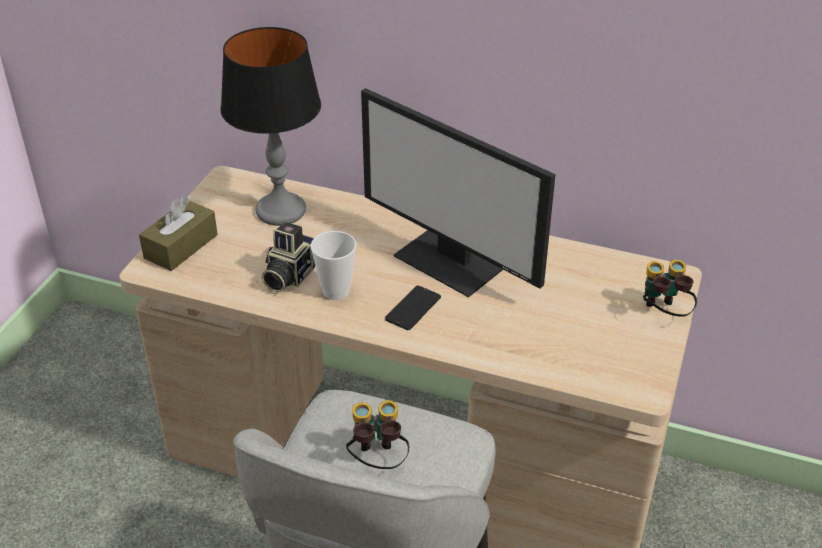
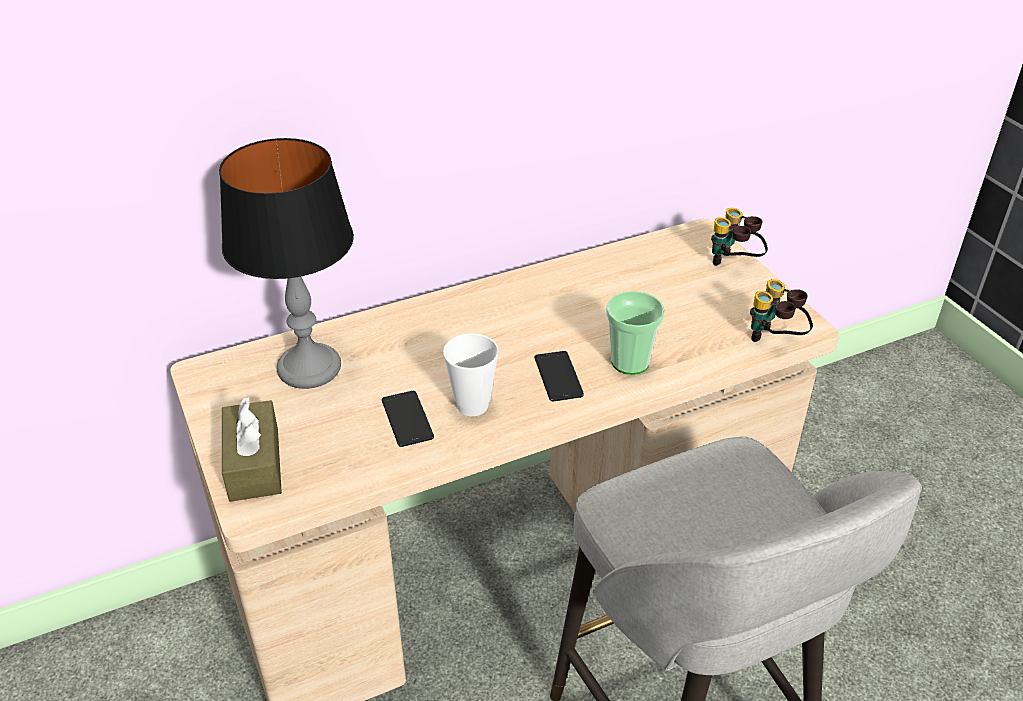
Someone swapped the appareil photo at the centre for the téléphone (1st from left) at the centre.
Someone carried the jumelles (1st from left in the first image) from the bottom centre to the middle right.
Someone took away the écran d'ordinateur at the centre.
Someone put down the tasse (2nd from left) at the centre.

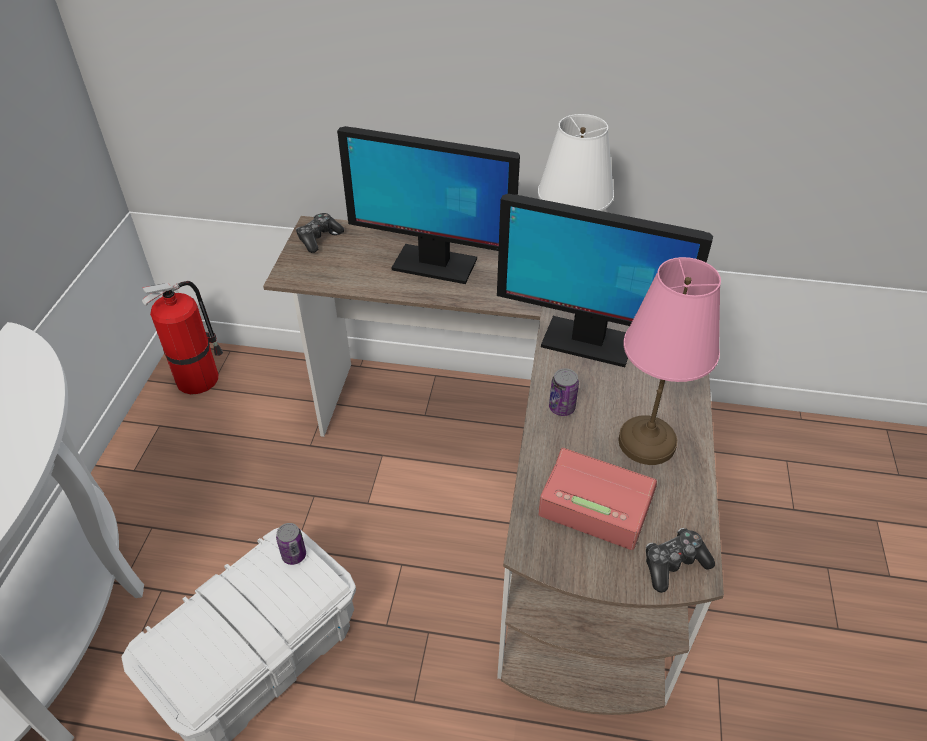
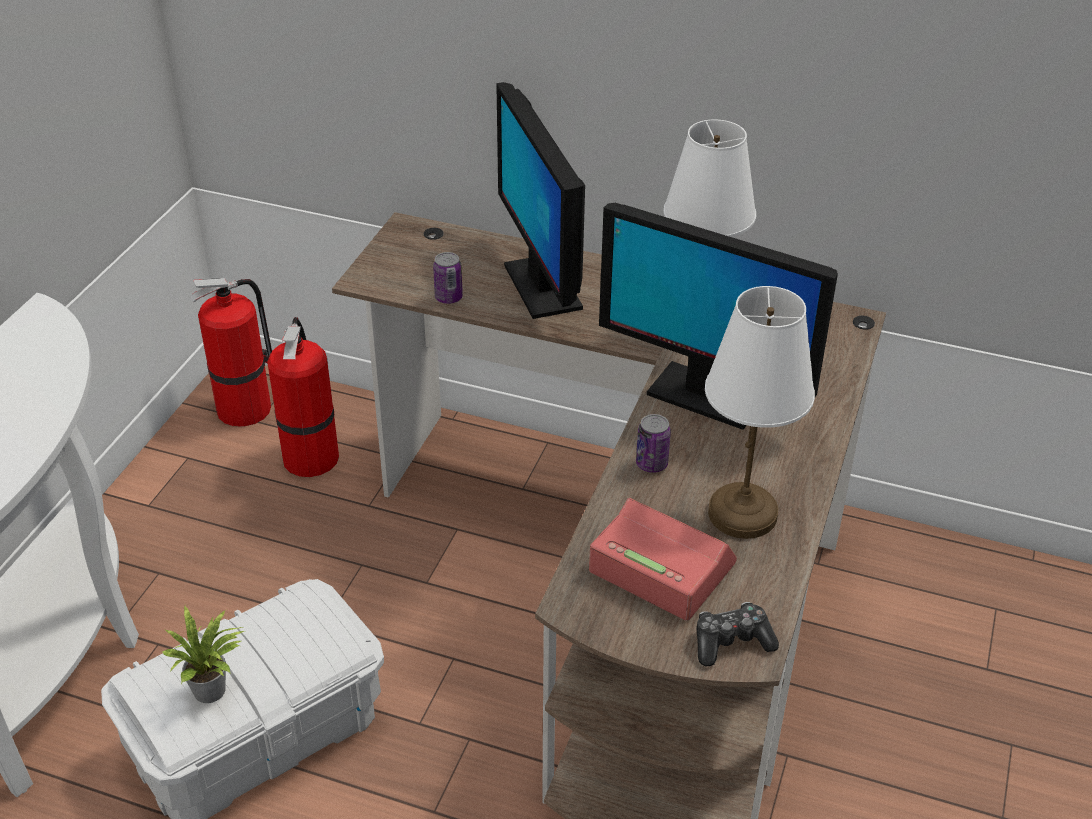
Someone carried the boîte métallique (1st from left) from the bottom left to the centre.
Someone took away the manette (1st from left) at the top centre.
Someone rotated the écran d'ordinateur (1st from left) at the top centre by 45 degrees clockwise.
Someone repainted the lampe de table [rose] at the middle right, which became the lampe de table [blanc] (2nd from left) at the middle right.
Someone put down the plante en pot at the bottom left.
Someone put down the extincteur (2nd from left) at the middle left.

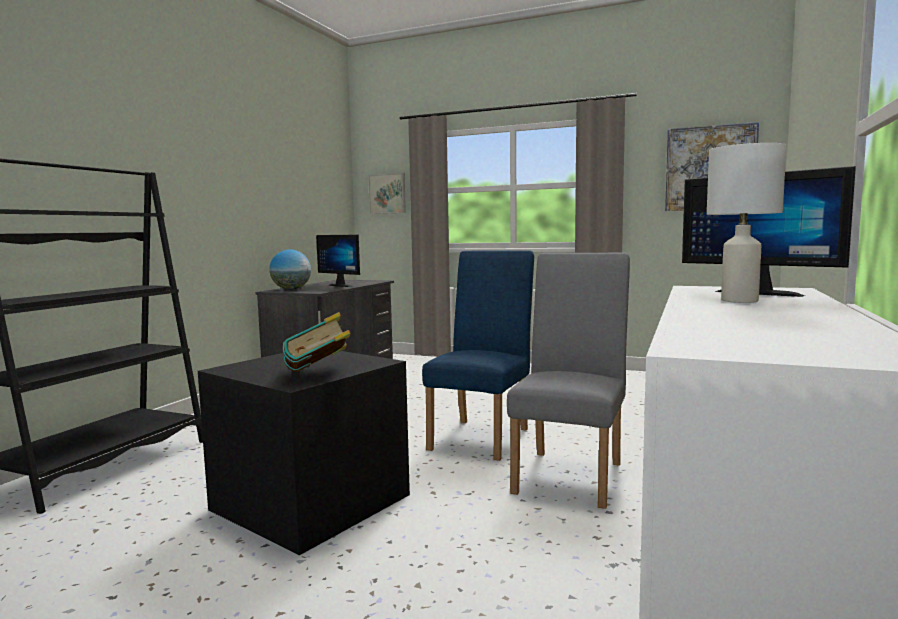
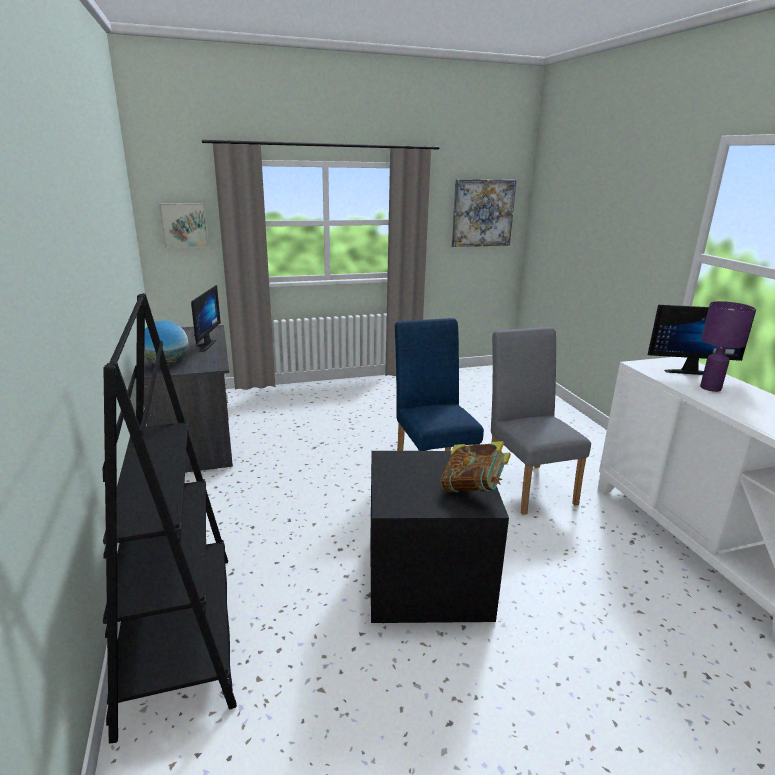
Someone rotated the écran d'ordinateur (1st from left) at the centre by 90 degrees counterclockwise.
Someone repainted the lampe de table [blanc] at the middle right, which became the lampe de table [violet] at the middle right.

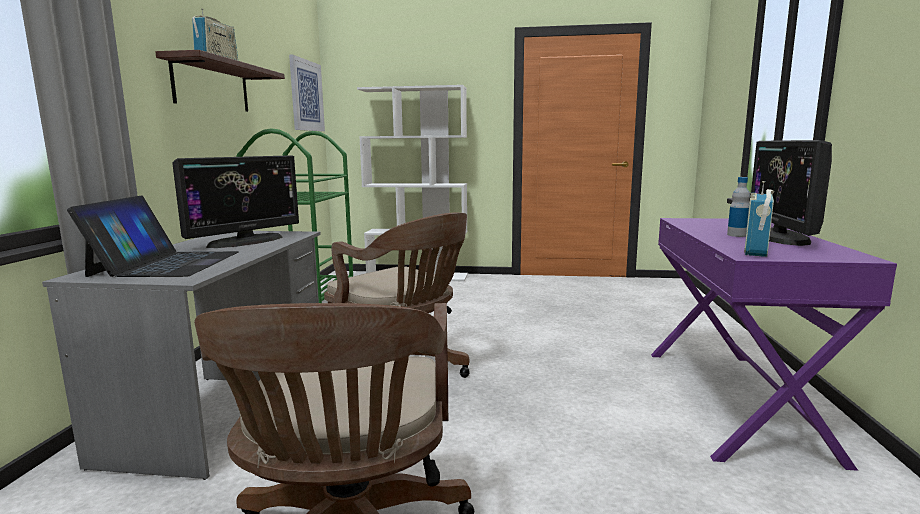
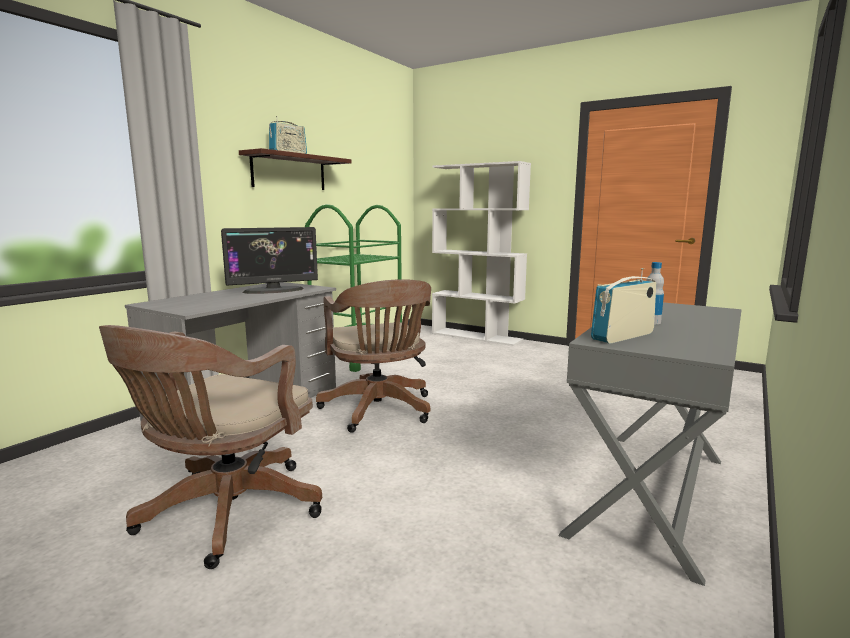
Someone took away the ordinateur portable at the middle left.
Someone took away the tableau at the top centre.
Someone repainted the bureau [violet] at the bottom right, which became the bureau [gris] (2nd from left) at the bottom right.
Someone took away the écran d'ordinateur (2nd from left) at the middle right.

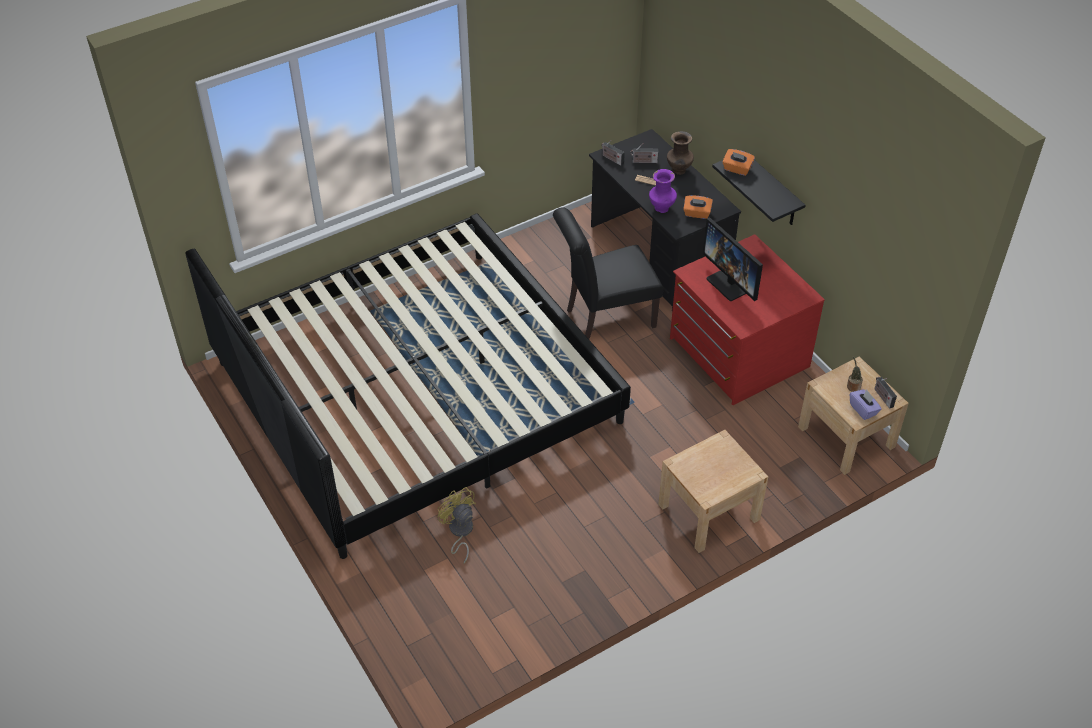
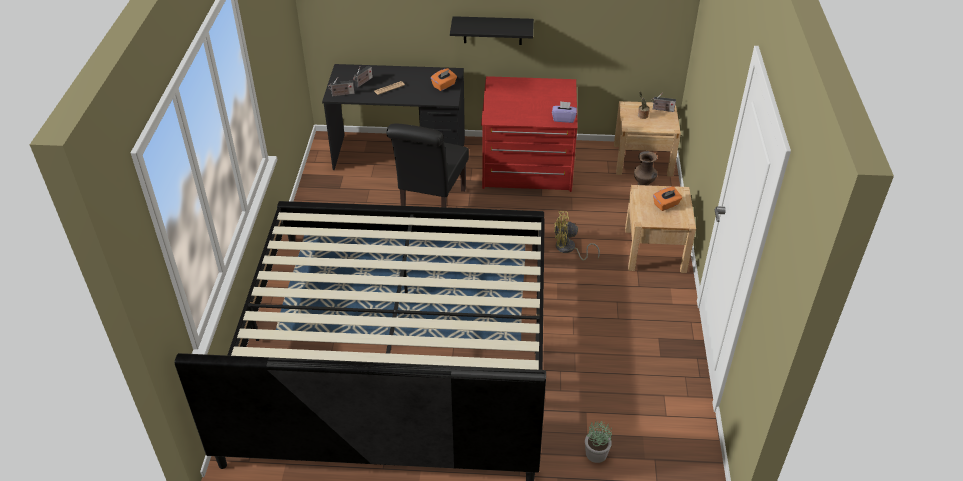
Someone carried the ventilateur [jaune] from the bottom centre to the centre.
Someone took away the vase [violet] at the top centre.
Someone carried the vase [marron] from the top centre to the middle right.
Someone took away the écran d'ordinateur at the middle right.
Someone carried the boîte à mouchoirs [orange] (2nd from left) from the top right to the middle right.
Someone carried the boîte à mouchoirs [violet] from the middle right to the top centre.
Someone put down the plante en pot (1st from left) at the bottom centre.

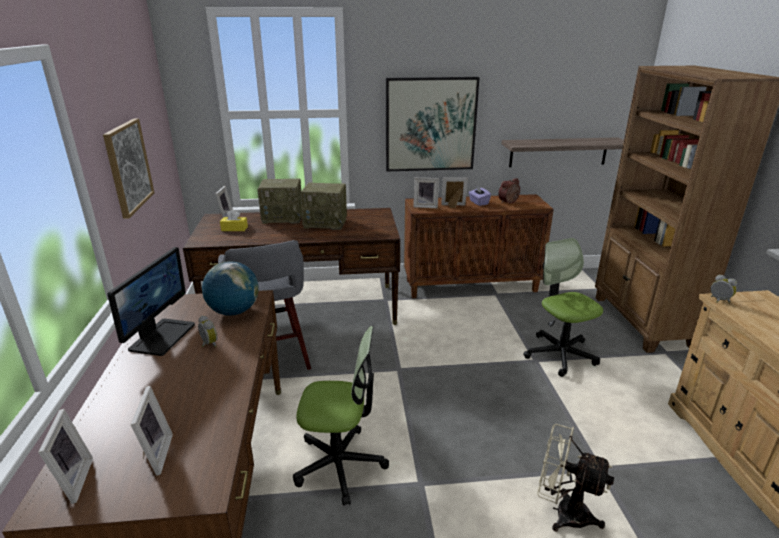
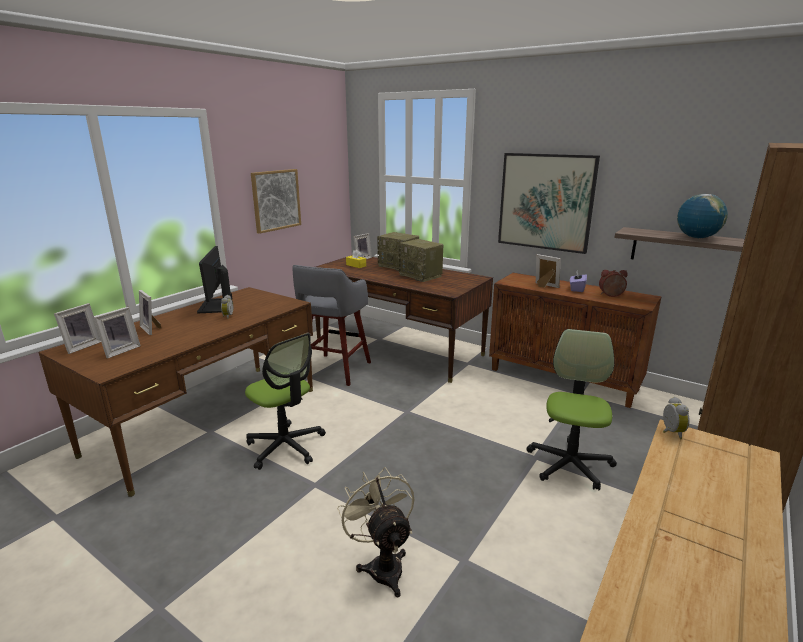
Someone rotated the écran d'ordinateur at the middle left by 120 degrees clockwise.
Someone carried the globe from the middle left to the middle right.
Someone carried the cadre photo (4th from left in the first image) from the centre to the middle left.

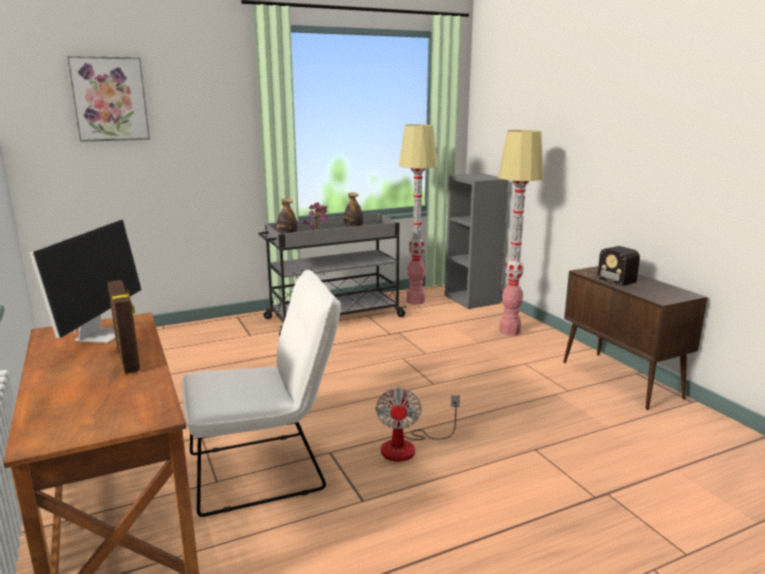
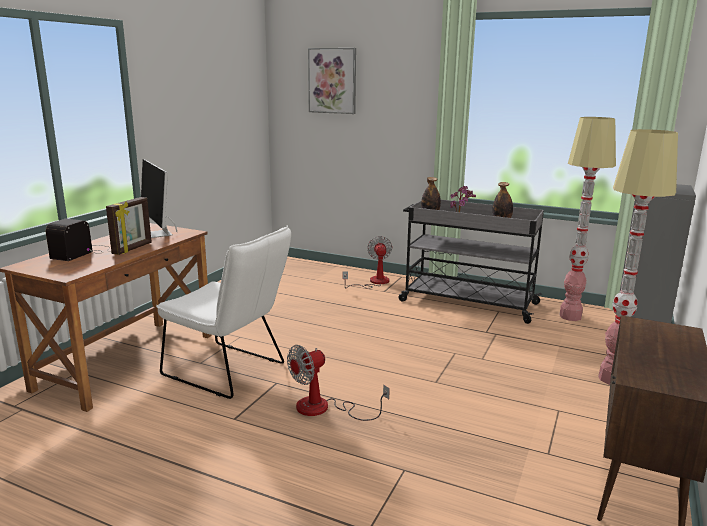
Someone rotated the écran d'ordinateur at the middle left by 90 degrees clockwise.
Someone carried the radio from the middle right to the middle left.
Someone put down the ventilateur (2nd from left) at the centre.

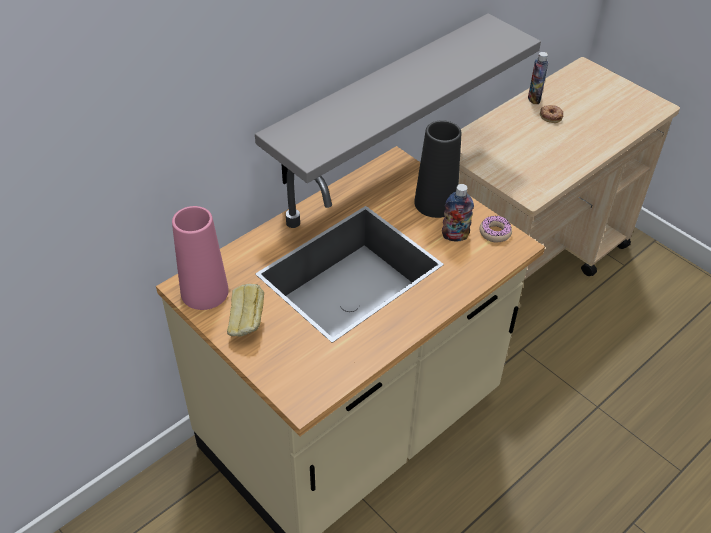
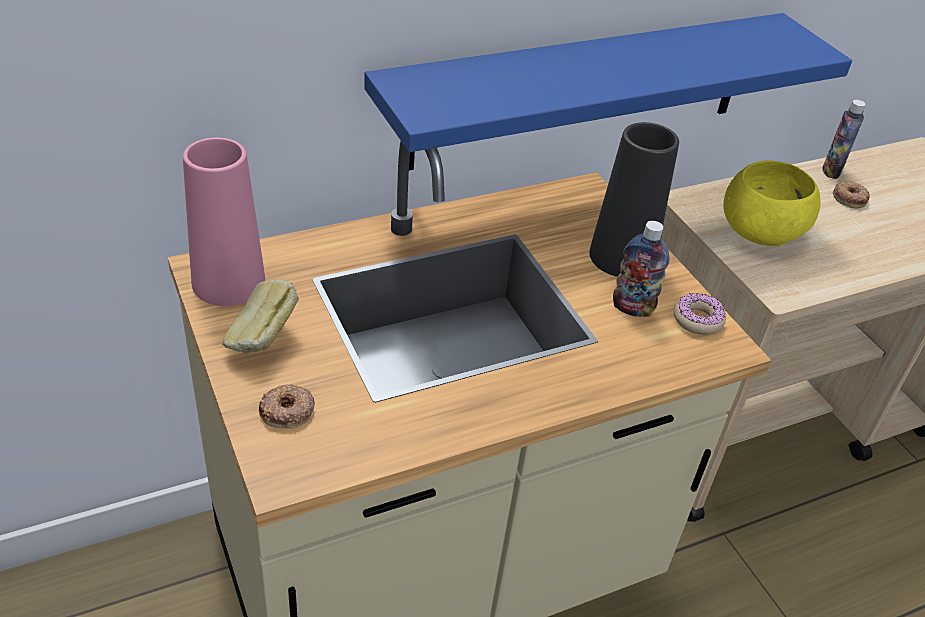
Someone repainted the étagère [gris] at the top centre, which became the étagère [bleu] at the top centre.
Someone put down the beignet (1st from left) at the middle left.
Someone put down the bol [jaune] at the top right.

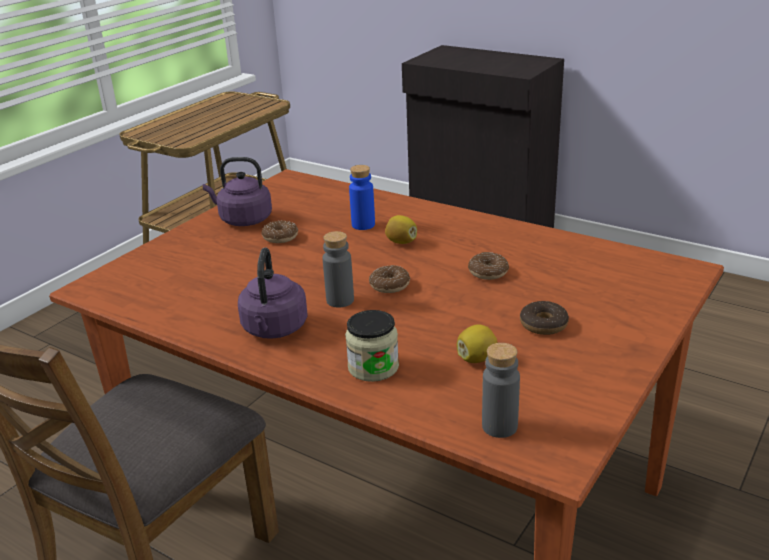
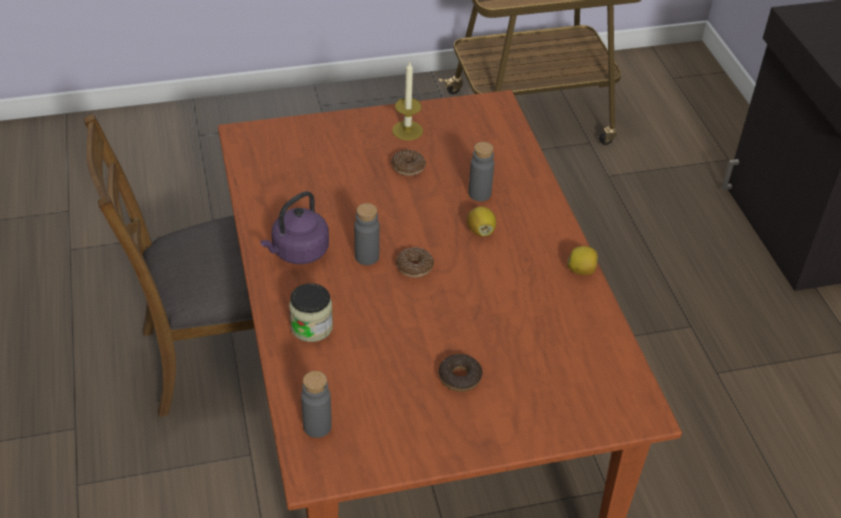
Someone swapped the bouilloire [violet] (1st from left) at the middle left for the bougie at the top centre.
Someone repainted the bouteille [bleu] at the centre, which became the bouteille [gris] (3rd from left) at the top centre.
Someone carried the citron (2nd from left) from the centre to the middle right.
Someone took away the beignet (3rd from left) at the centre.

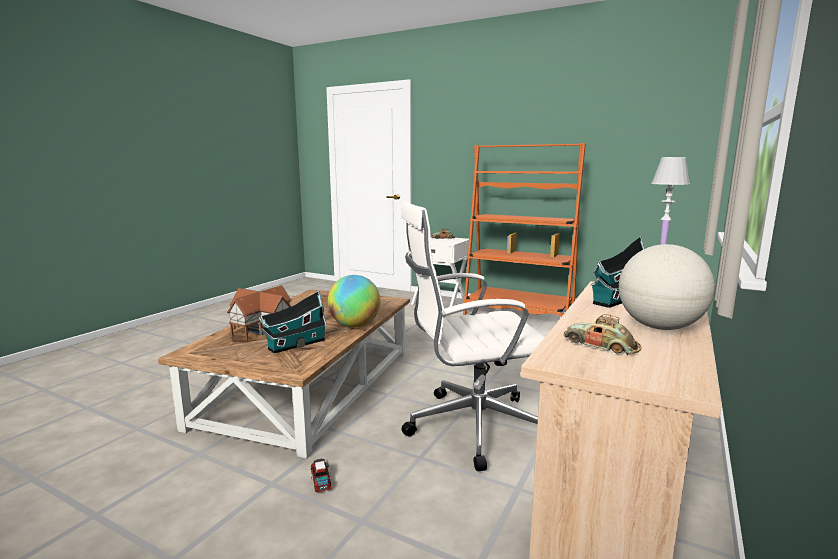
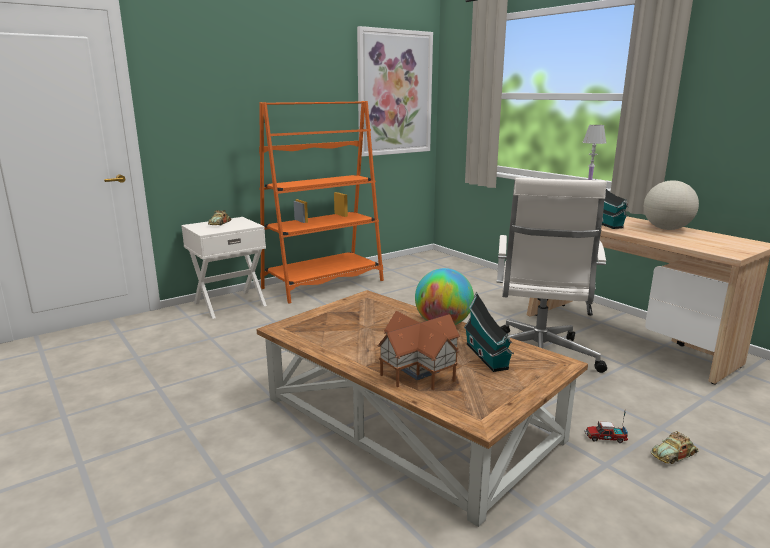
Someone carried the petite voiture (2nd from left) from the middle right to the bottom right.
Someone put up the tableau at the top centre.

